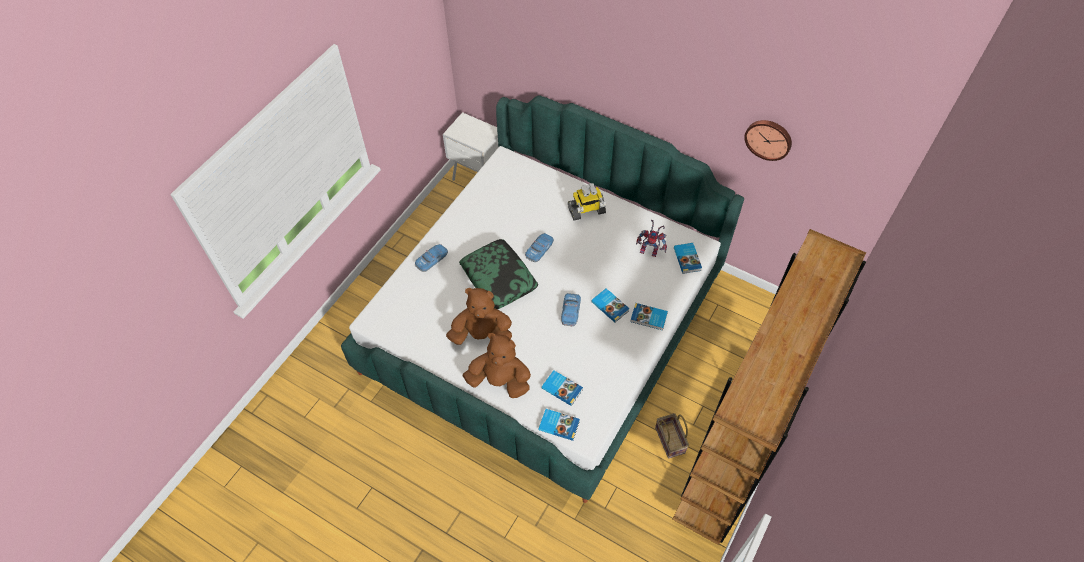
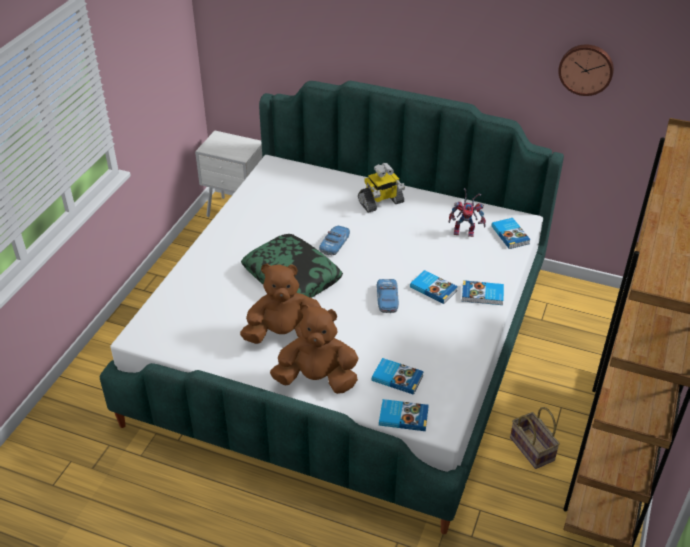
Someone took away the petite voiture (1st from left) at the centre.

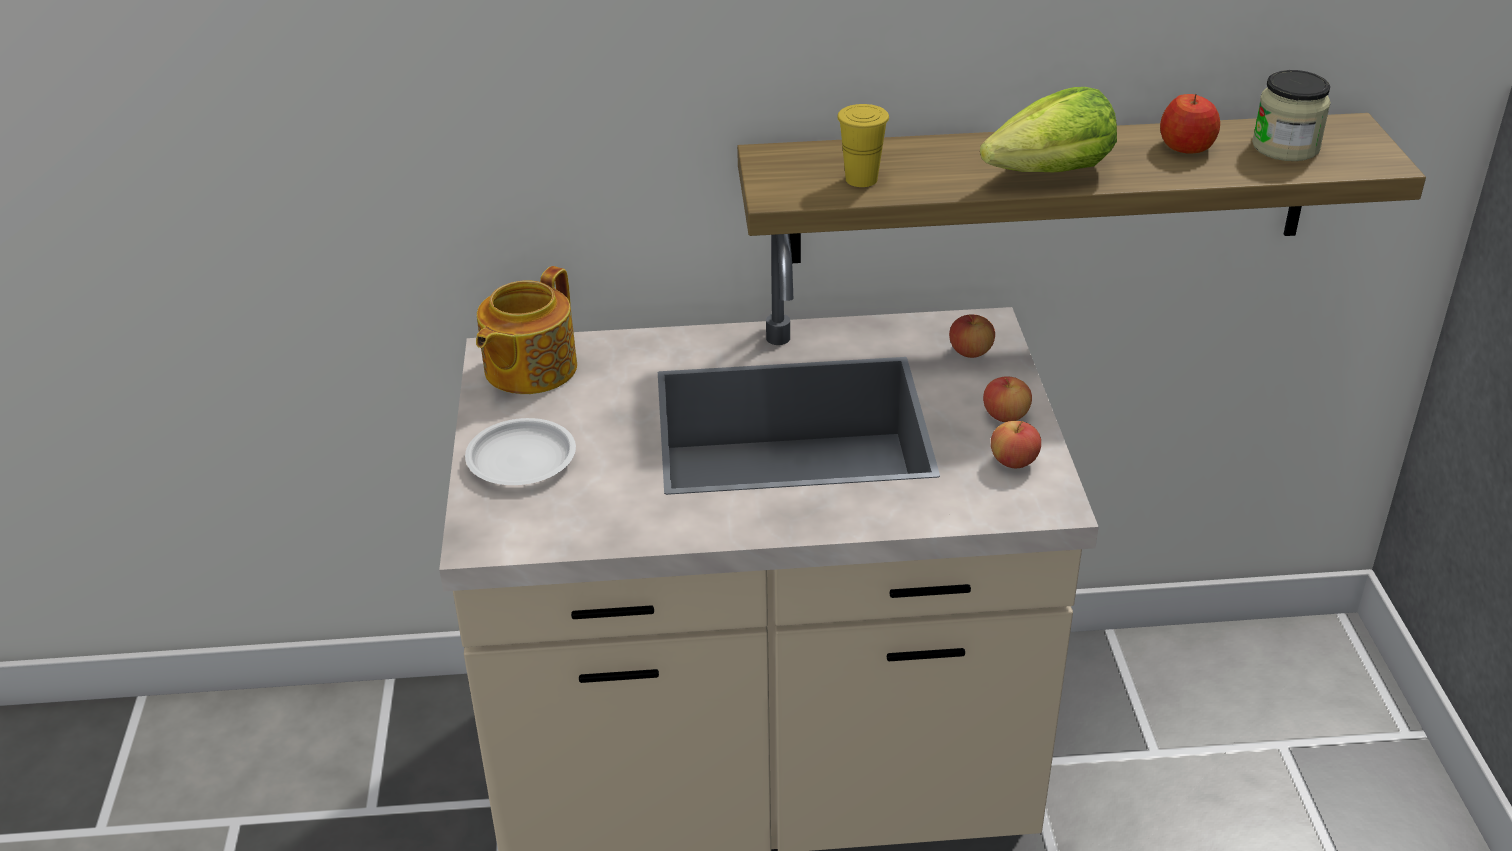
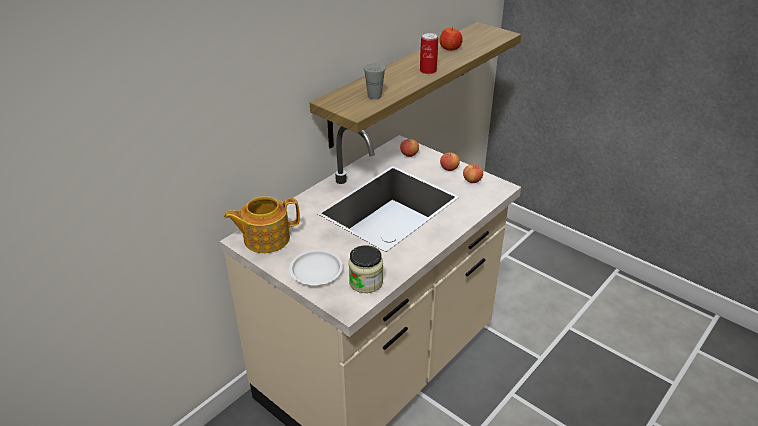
Someone rotated the théière at the centre by 90 degrees clockwise.
Someone repainted the tasse [jaune] at the top centre, which became the tasse [gris] at the top centre.
Someone swapped the laitue at the top right for the boîte métallique at the top centre.
Someone carried the bocal from the top right to the centre.

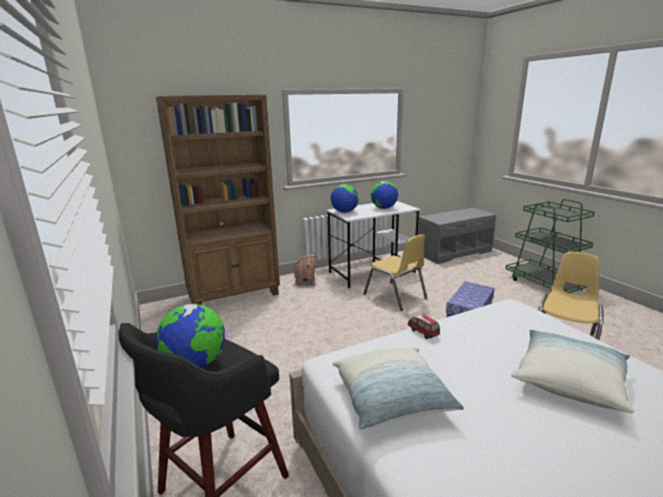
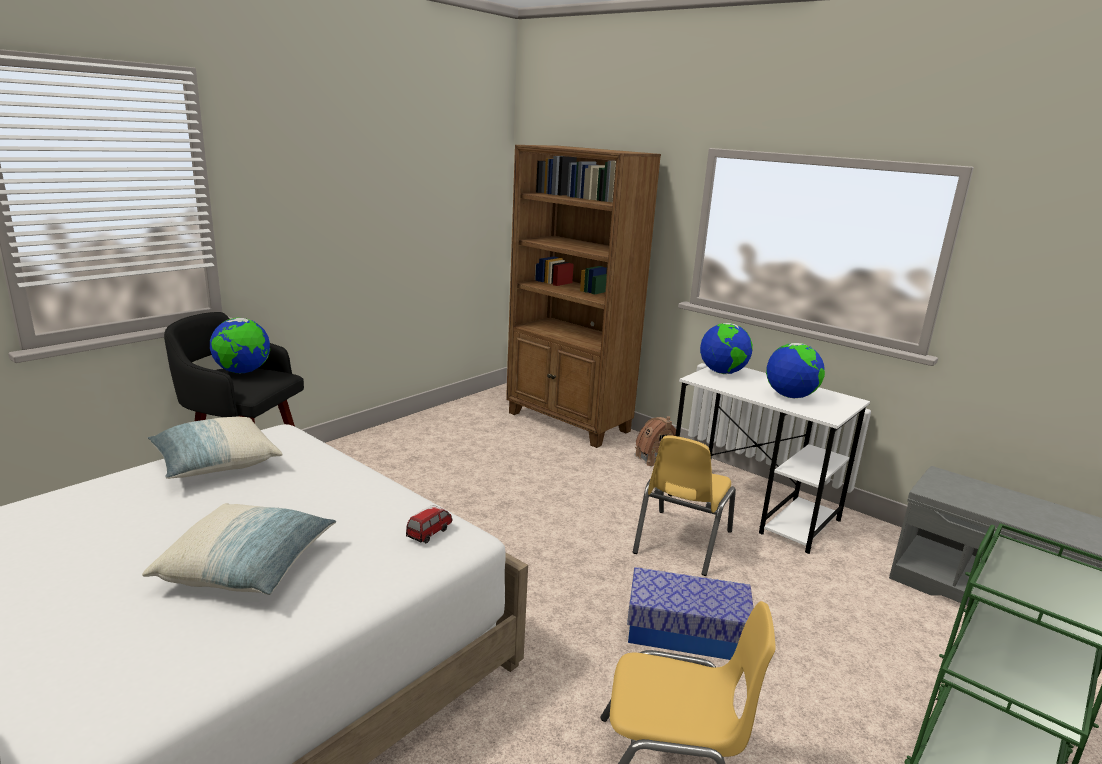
Someone carried the petite voiture from the centre to the bottom centre.

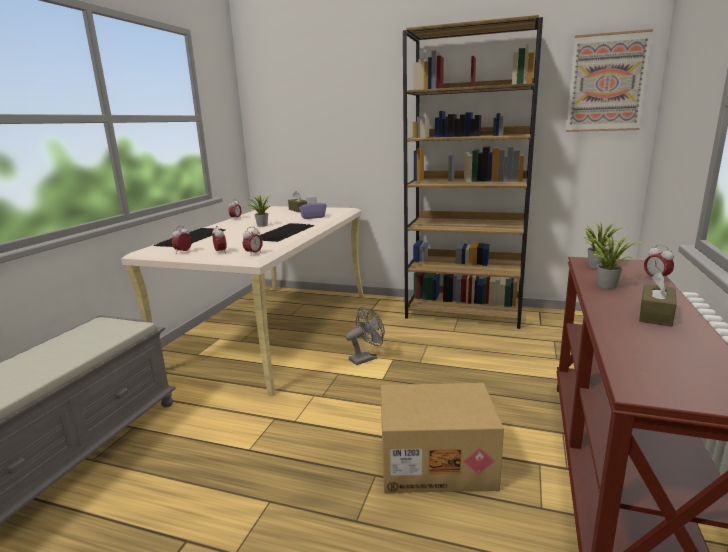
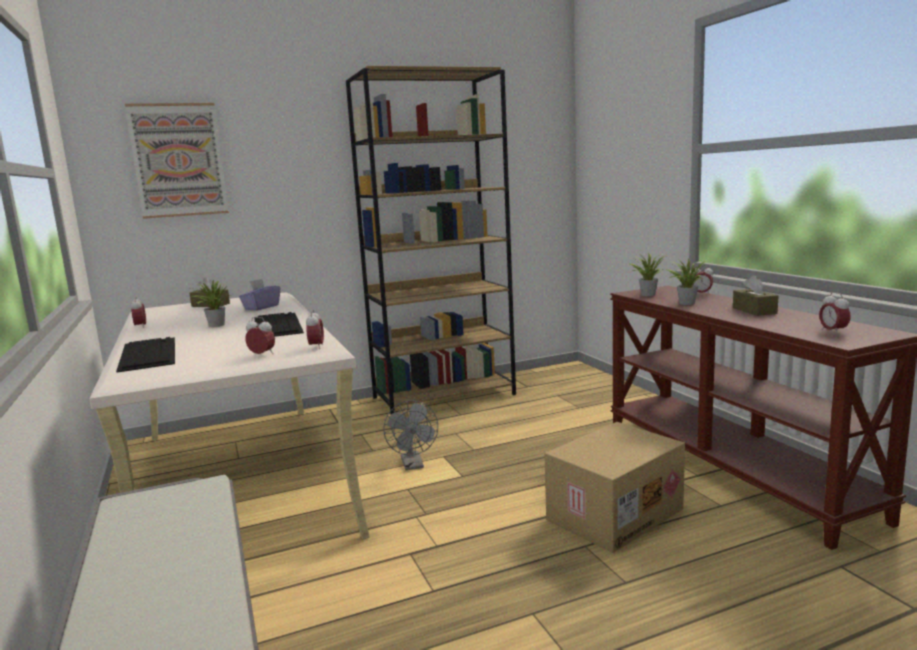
Someone carried the réveil (1st from left in the first image) from the middle left to the middle right.
Someone rotated the ventilateur [gris] at the centre by 150 degrees clockwise.
Someone carried the tableau from the top right to the top left.

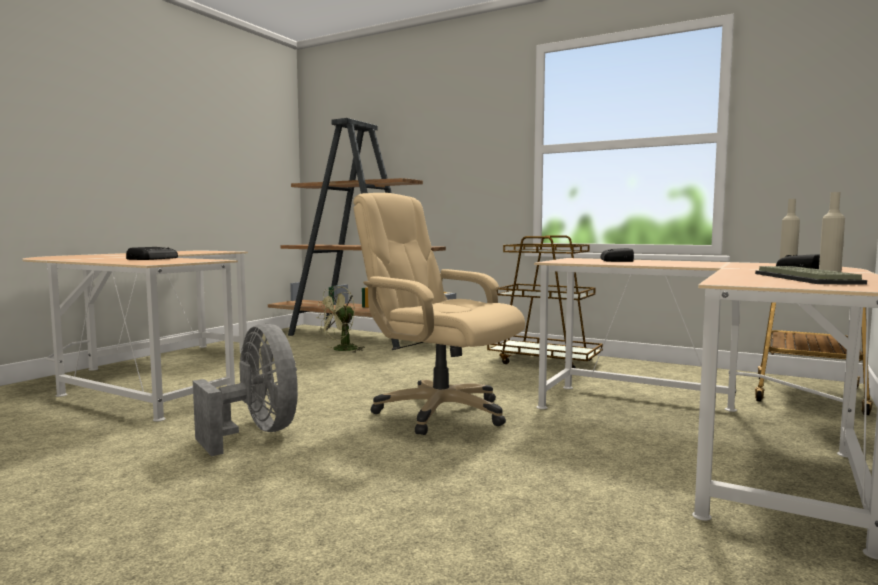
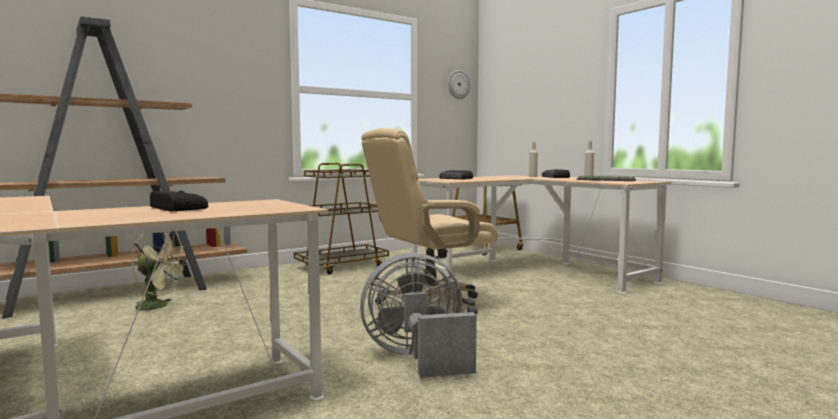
Someone rotated the ventilateur [vert] at the centre by 60 degrees counterclockwise.
Someone put up the horloge murale at the top centre.

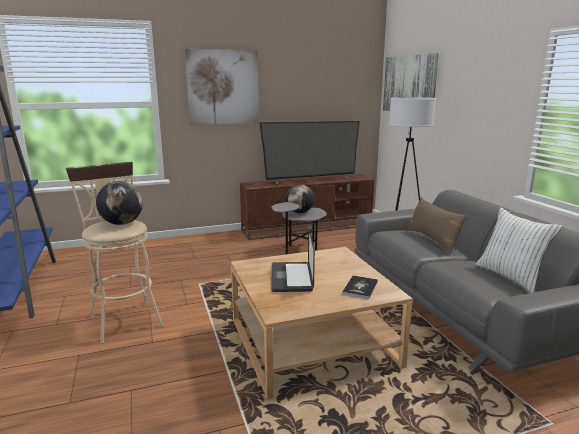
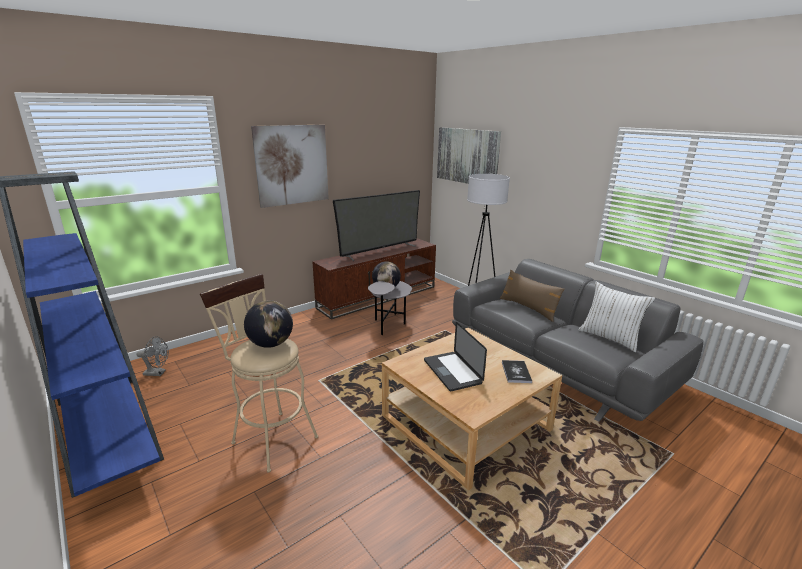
Someone put down the ventilateur [gris] at the middle left.

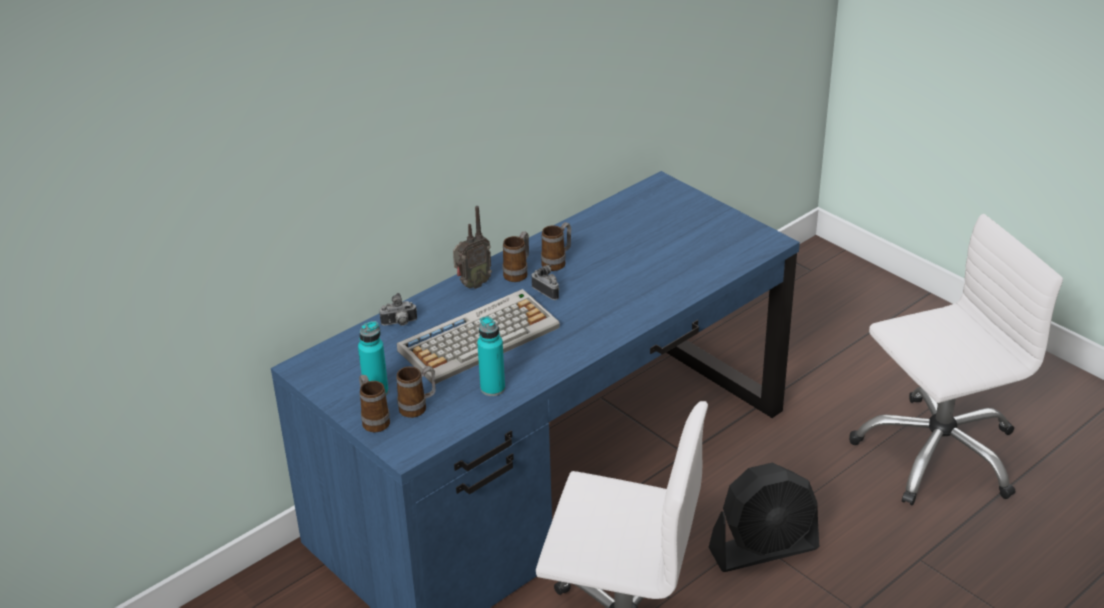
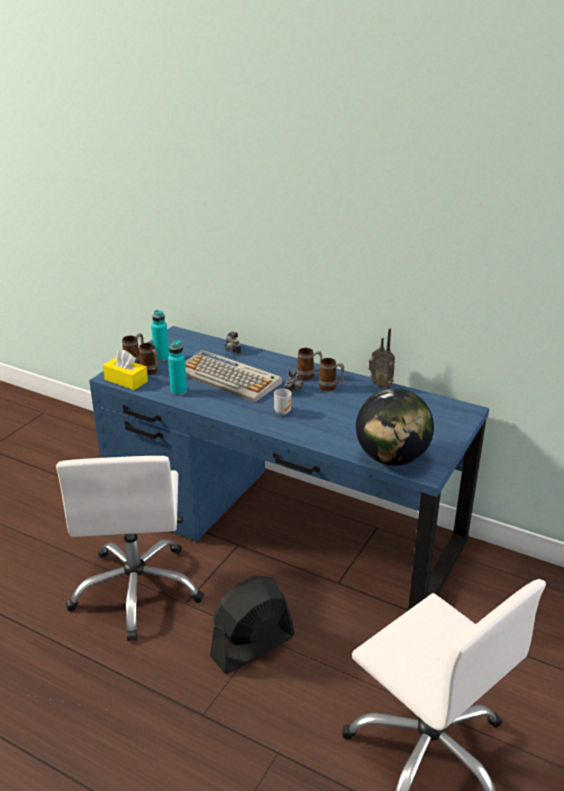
Someone carried the radio from the centre to the middle right.
Someone rotated the ventilateur [noir] at the bottom right by 90 degrees clockwise.
Someone put down the boîte à mouchoirs [jaune] at the middle left.
Someone put down the mug (3rd from left) at the centre.
Someone put down the globe at the middle right.

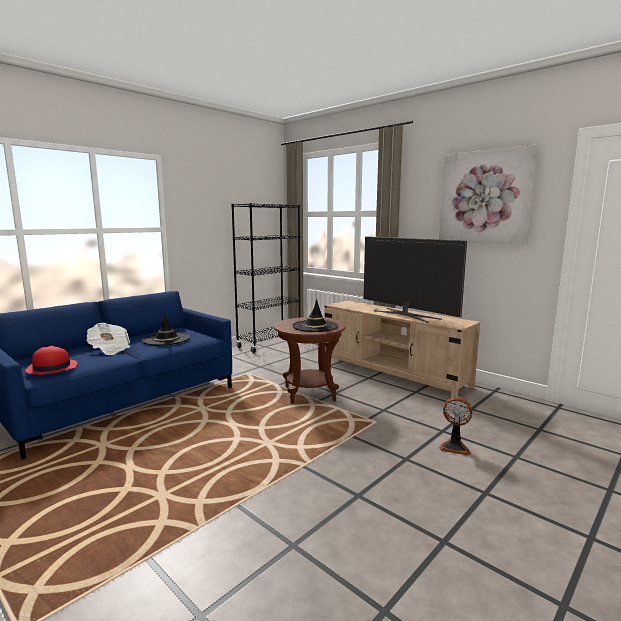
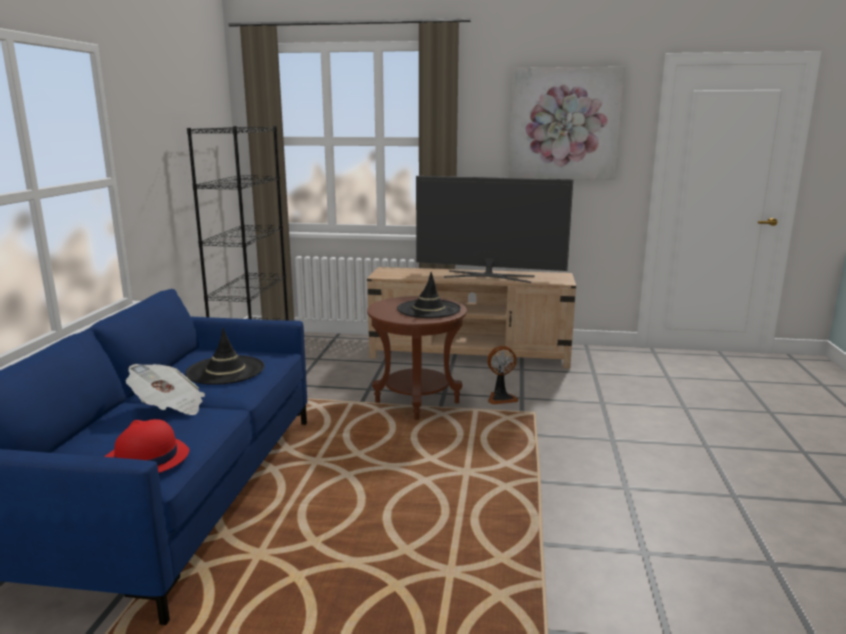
Someone carried the ventilateur from the bottom right to the centre.

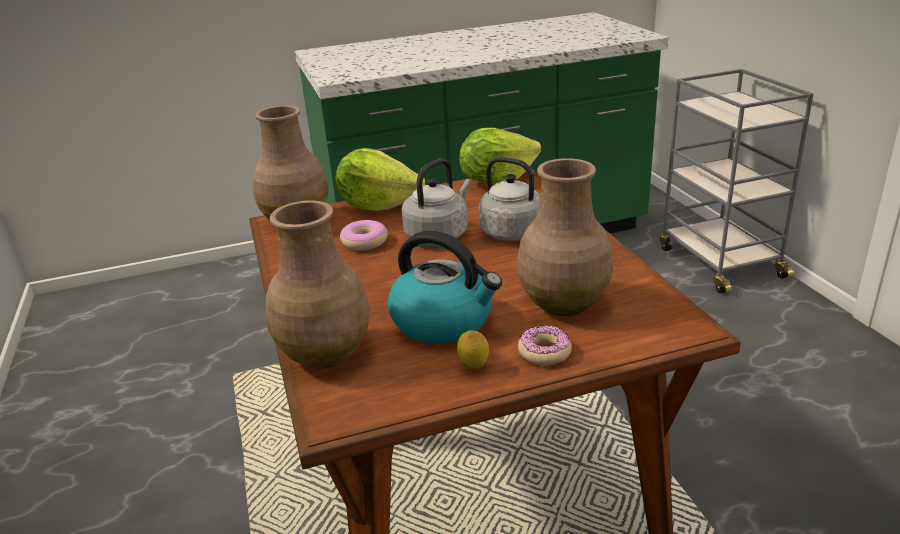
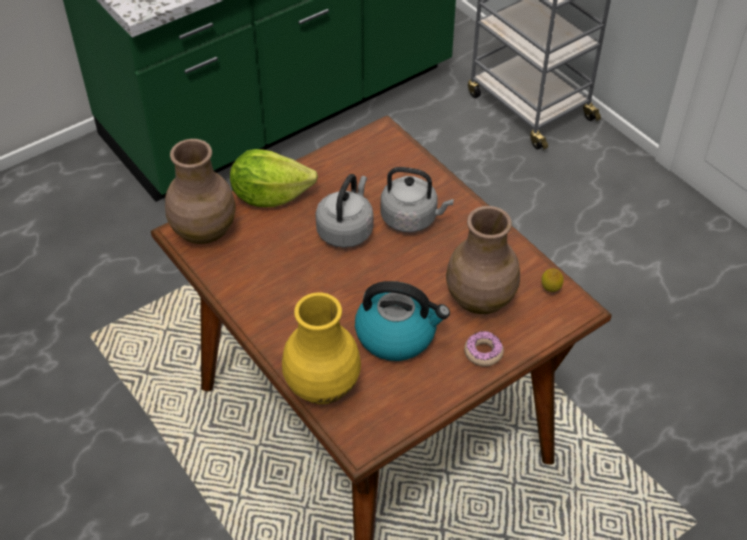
Someone repainted the vase [marron] (2nd from left) at the centre, which became the vase [jaune] at the centre.
Someone took away the beignet (1st from left) at the centre.
Someone carried the citron from the centre to the middle right.
Someone took away the laitue (2nd from left) at the top centre.

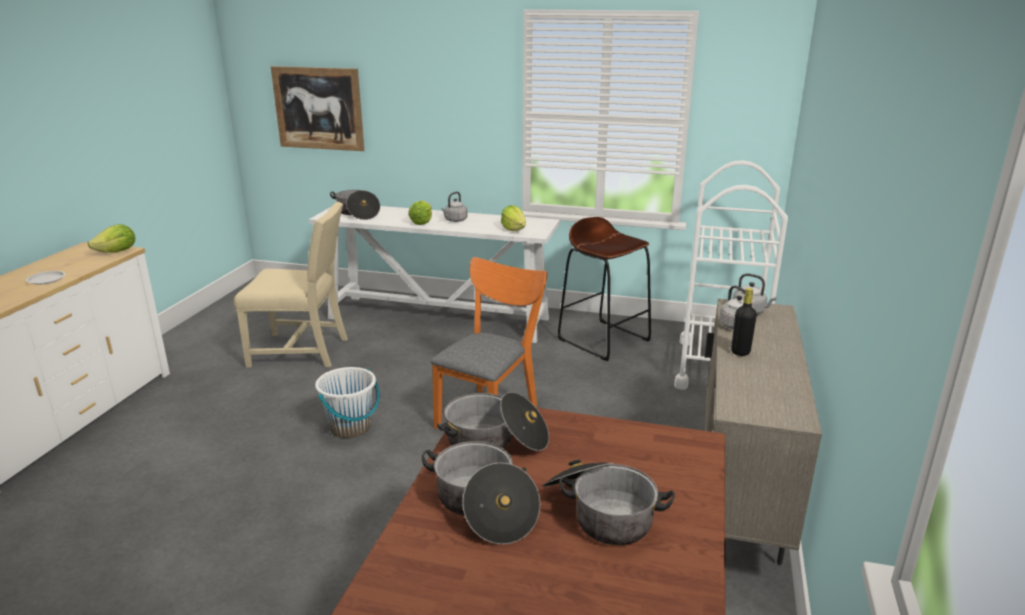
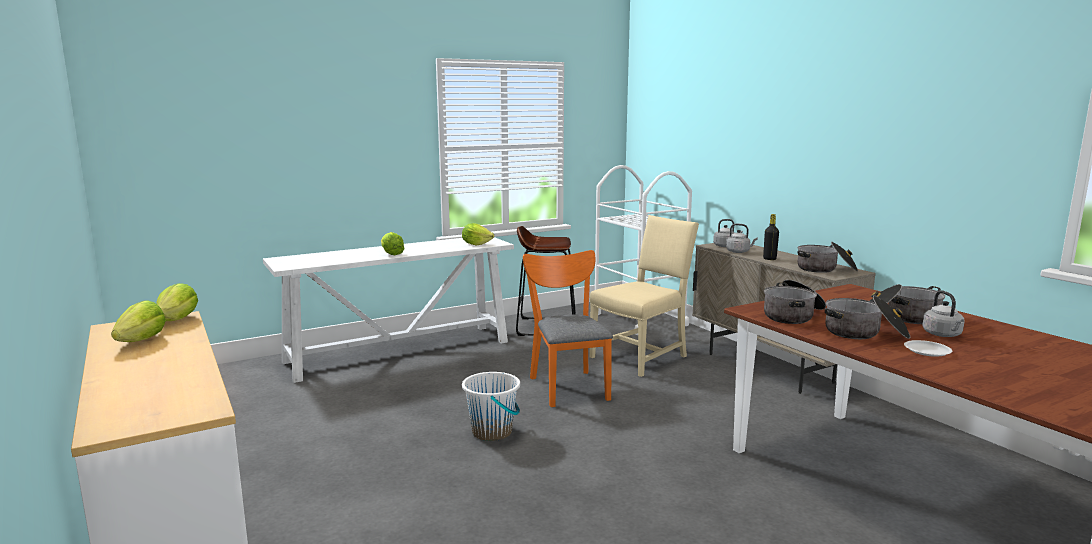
Someone carried the assiette [blanc] from the middle left to the middle right.
Someone carried the chaise [beige] from the middle left to the centre.
Someone took away the tableau at the top left.
Someone carried the marmite (1st from left in the first image) from the centre to the middle right.
Someone carried the bouilloire [gris] (1st from left in the first image) from the centre to the middle right.
Someone put down the laitue (1st from left) at the middle left.

